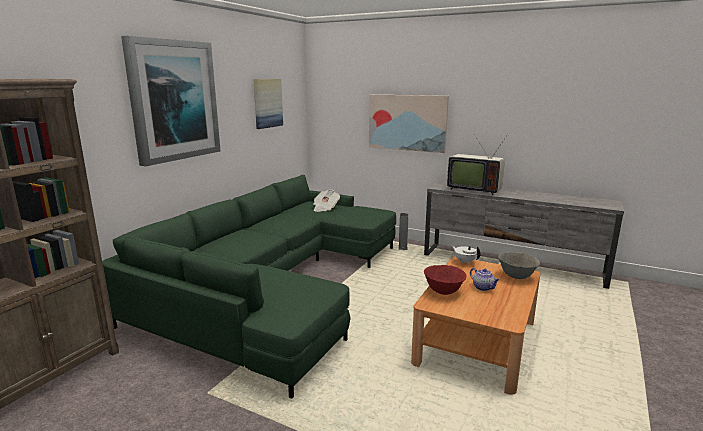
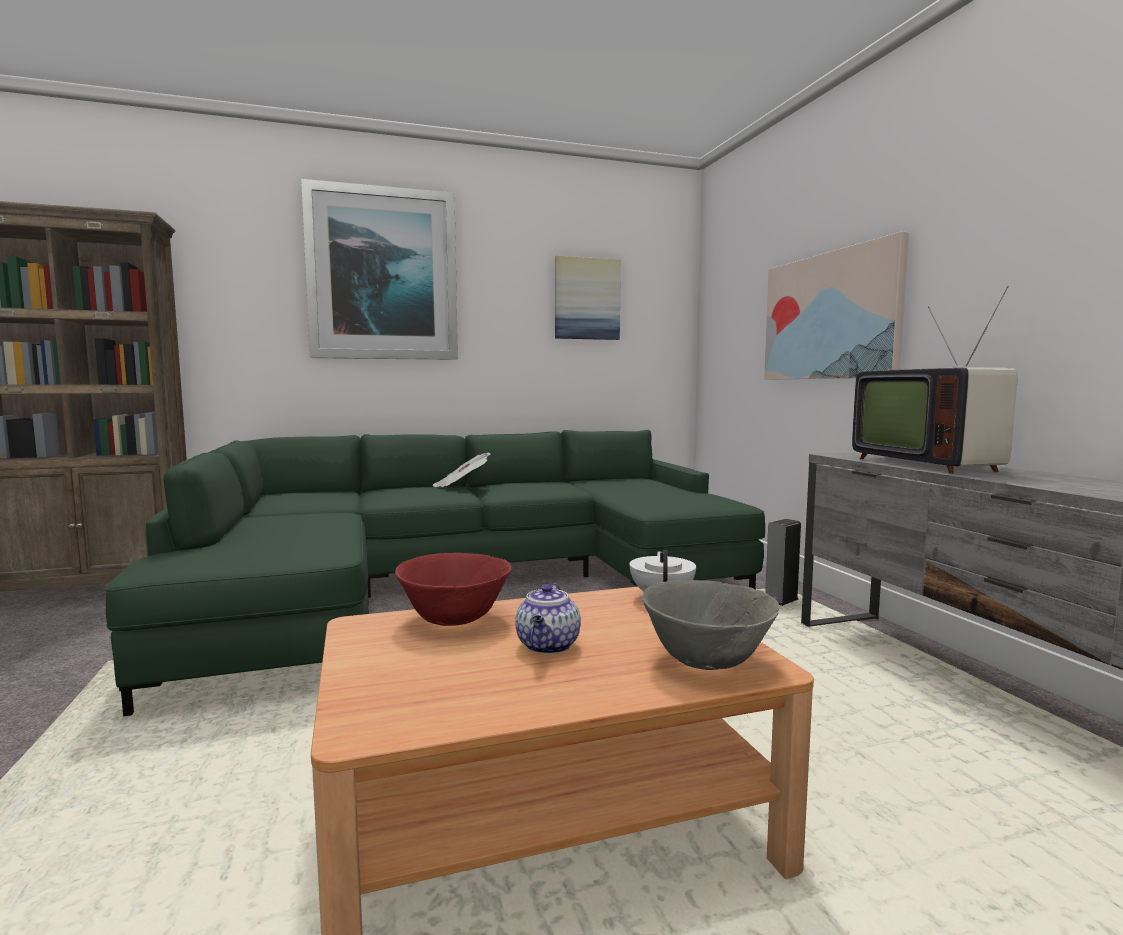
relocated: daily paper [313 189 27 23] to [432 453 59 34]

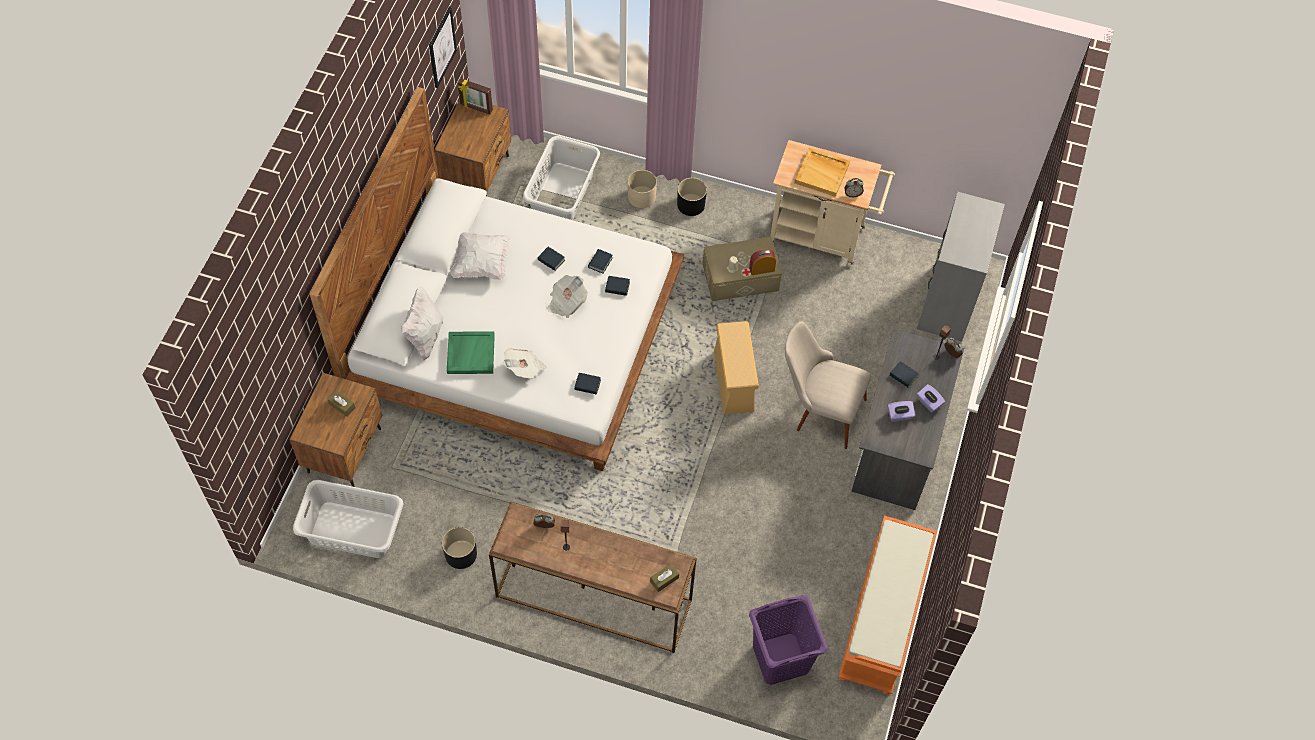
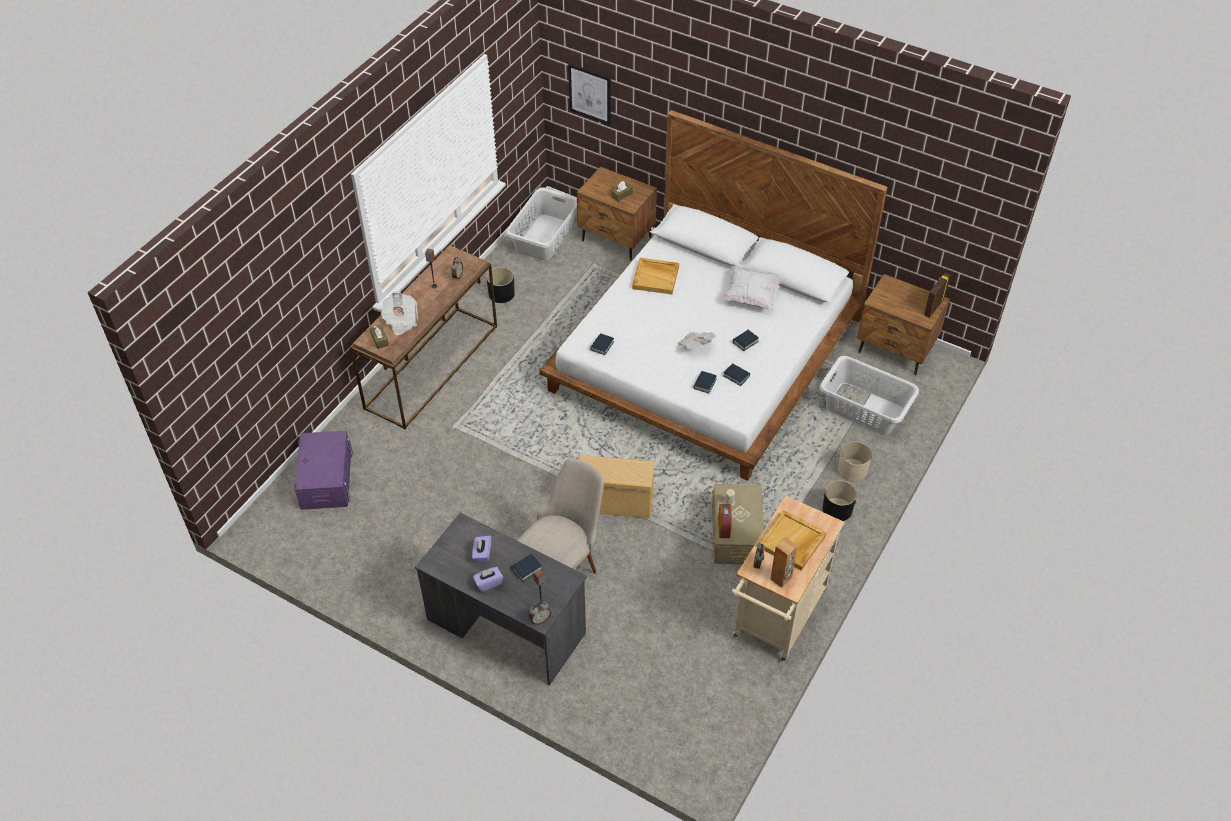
missing: white-coloured throw pillow [401 286 42 75]; orange-coloured indoor bench [838 515 99 180]; grey chest of drawers [917 192 88 150]
appeared: brown loudspeaker [771 537 27 51]
relocated: daily paper [503 348 43 31] to [381 291 37 44]; wall art [429 7 28 81] to [568 63 43 62]
exchanged: purple-coloured hamper [749 595 79 90] to purple-coloured storage container [294 431 59 79]
colour: green carrying tray [447 331 48 43] to beige-coloured carrying tray [632 258 47 37]

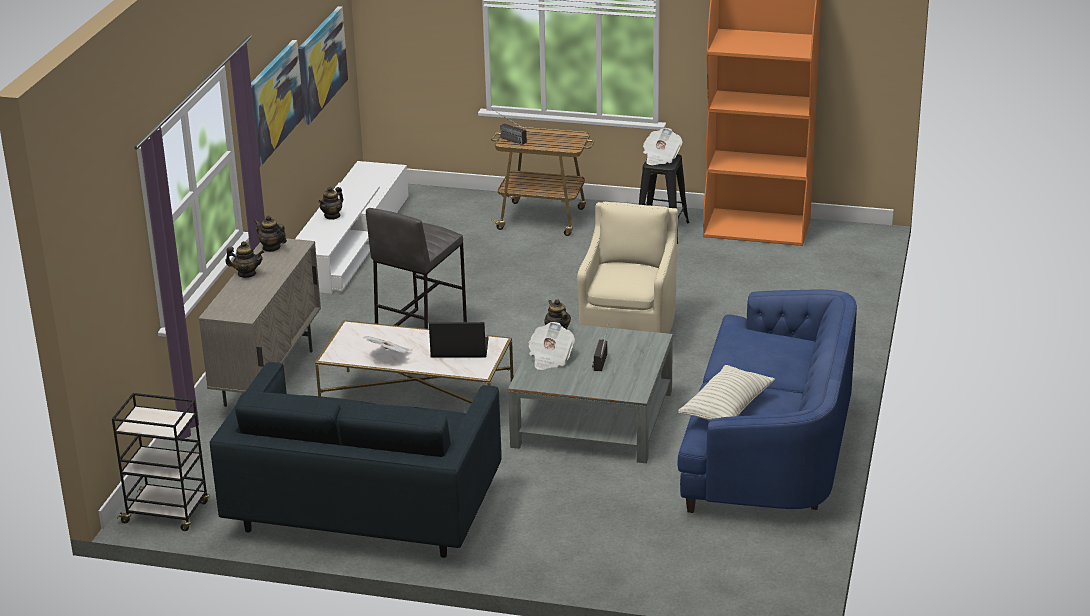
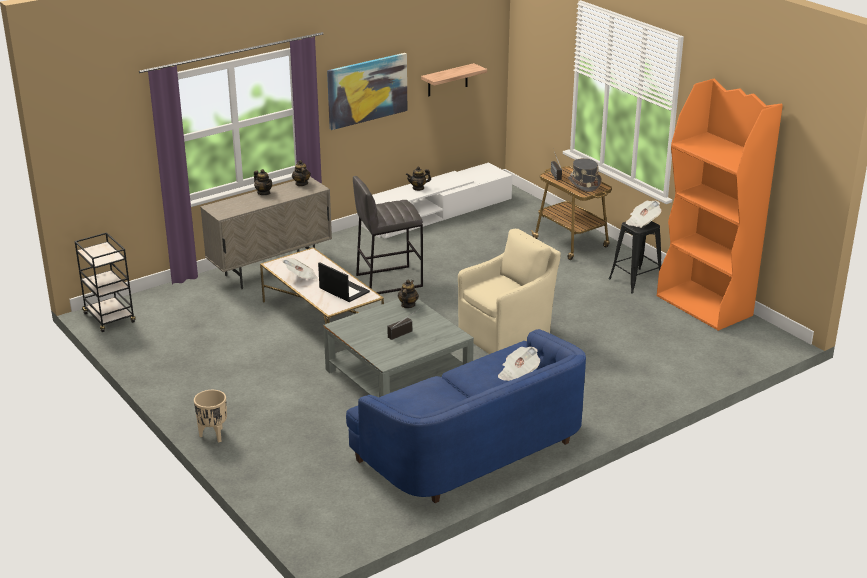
missing: blue settee [210 362 292 196]; throw pillow [678 365 97 56]
appeared: beige-coloured planter [194 390 33 53]; grey clothing hat [568 158 34 34]
relocated: daily paper [528 322 47 48] to [498 347 42 34]
exchanged: wall art [298 6 50 119] to bracket shelf [421 63 66 33]

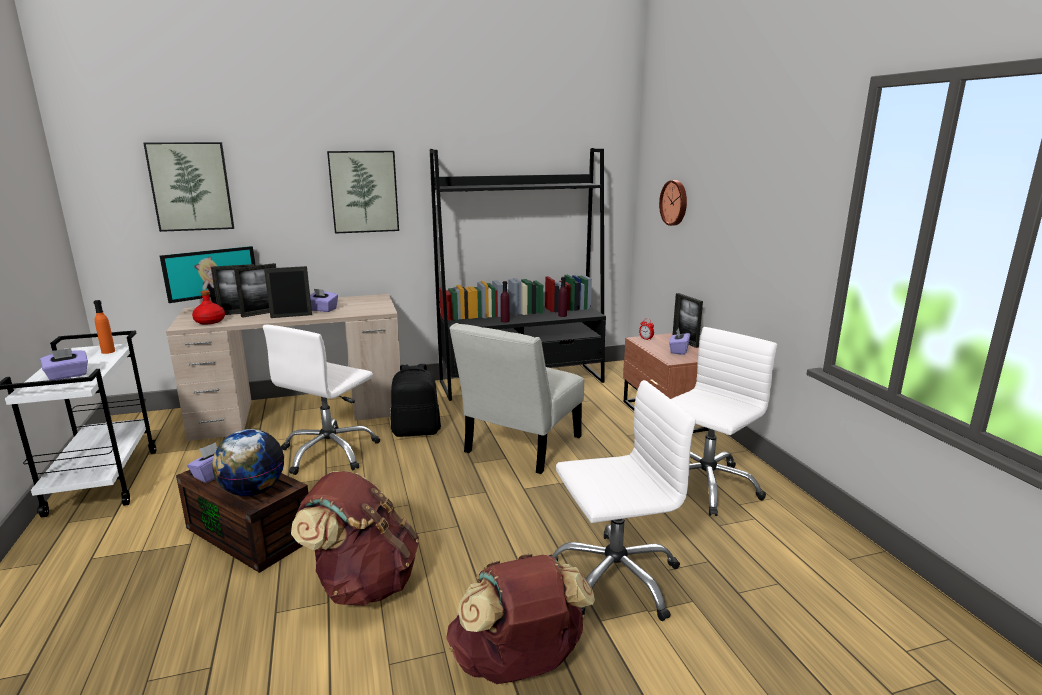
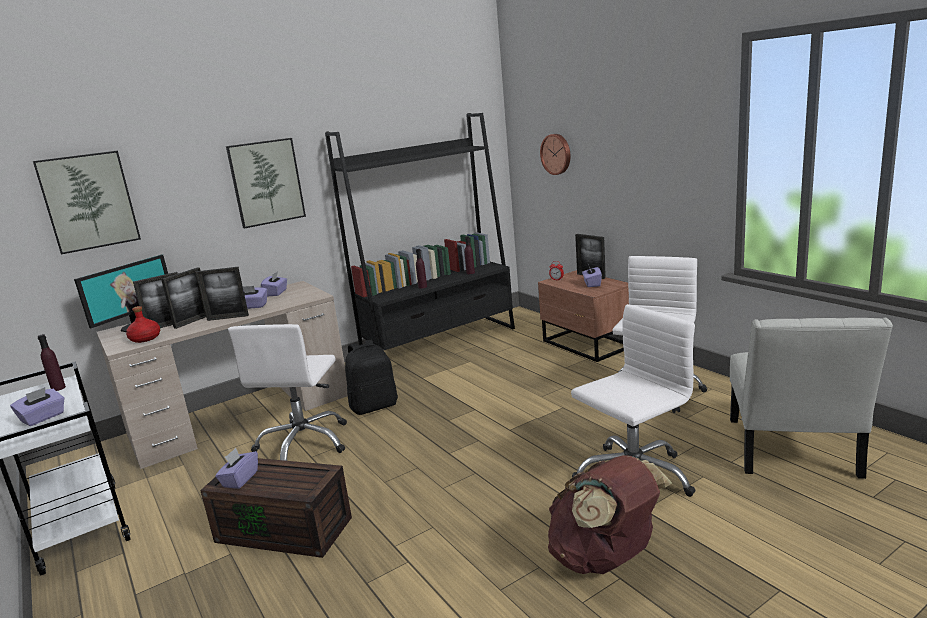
missing: globe [212 429 72 67]; brown rucksack [291 471 128 135]
appeared: purple-coloured tissue holder [261 271 26 25]
relocated: white-coloured chair [449 323 135 151] to [730 318 163 161]
colour: orange-coloured drink bottle [94 300 21 54] to purple-coloured drink bottle [38 334 28 57]
spun: picture frame [264 266 48 52] = [196 267 53 54] 150 degrees counterclockwise

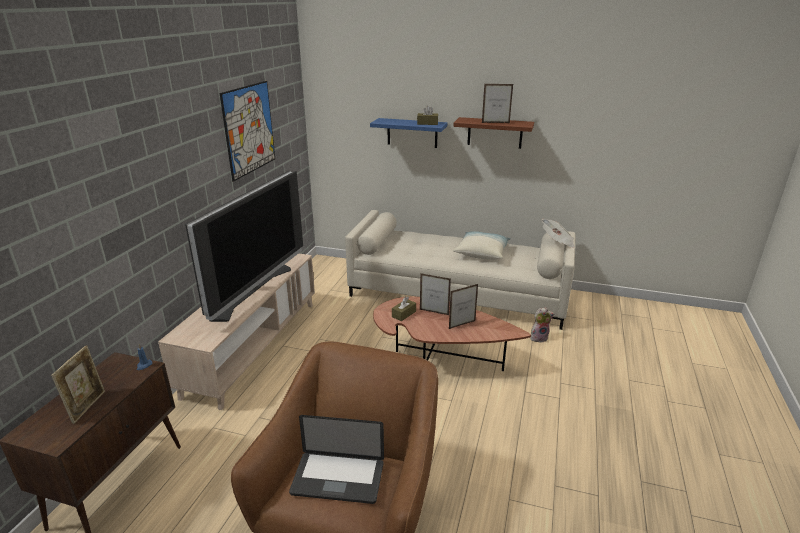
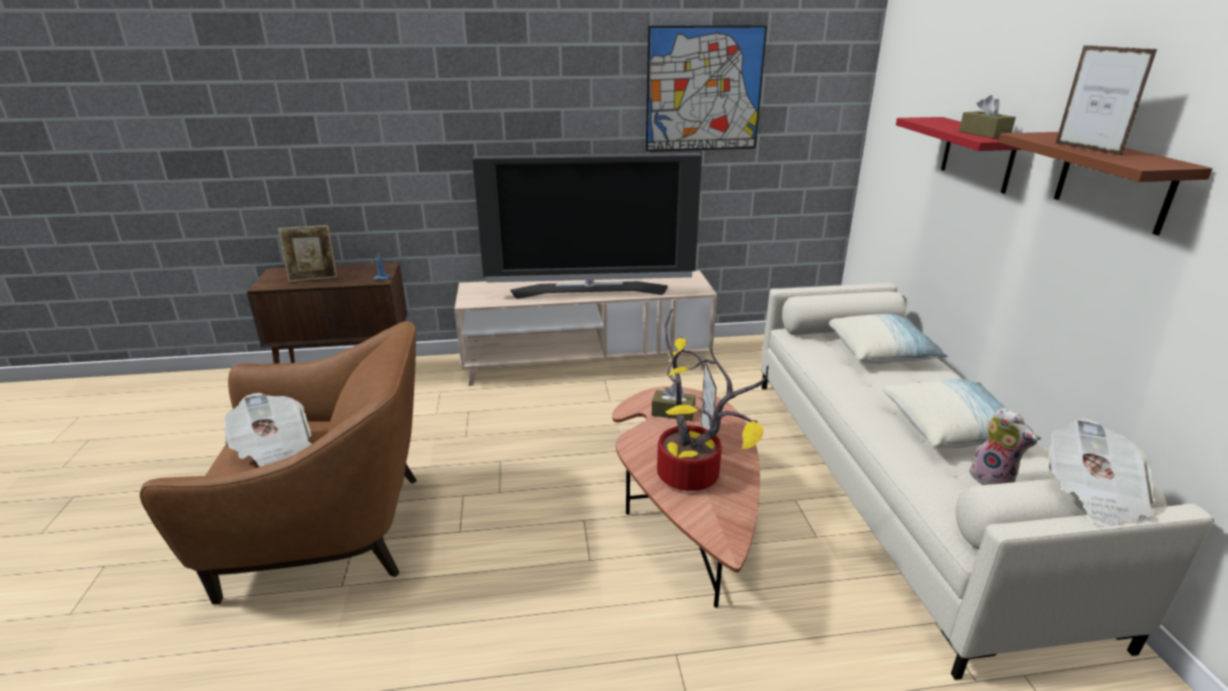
appeared: throw pillow [829 314 119 50]
relocated: cuddly toy [530 307 24 36] to [967 407 71 78]
exchanged: portable computer [289 415 95 89] to daily paper [224 393 88 74]; picture frame [449 284 29 45] to potted plant [657 309 112 182]
colour: blue bracket shelf [370 118 77 30] to red-coloured bracket shelf [896 117 127 77]

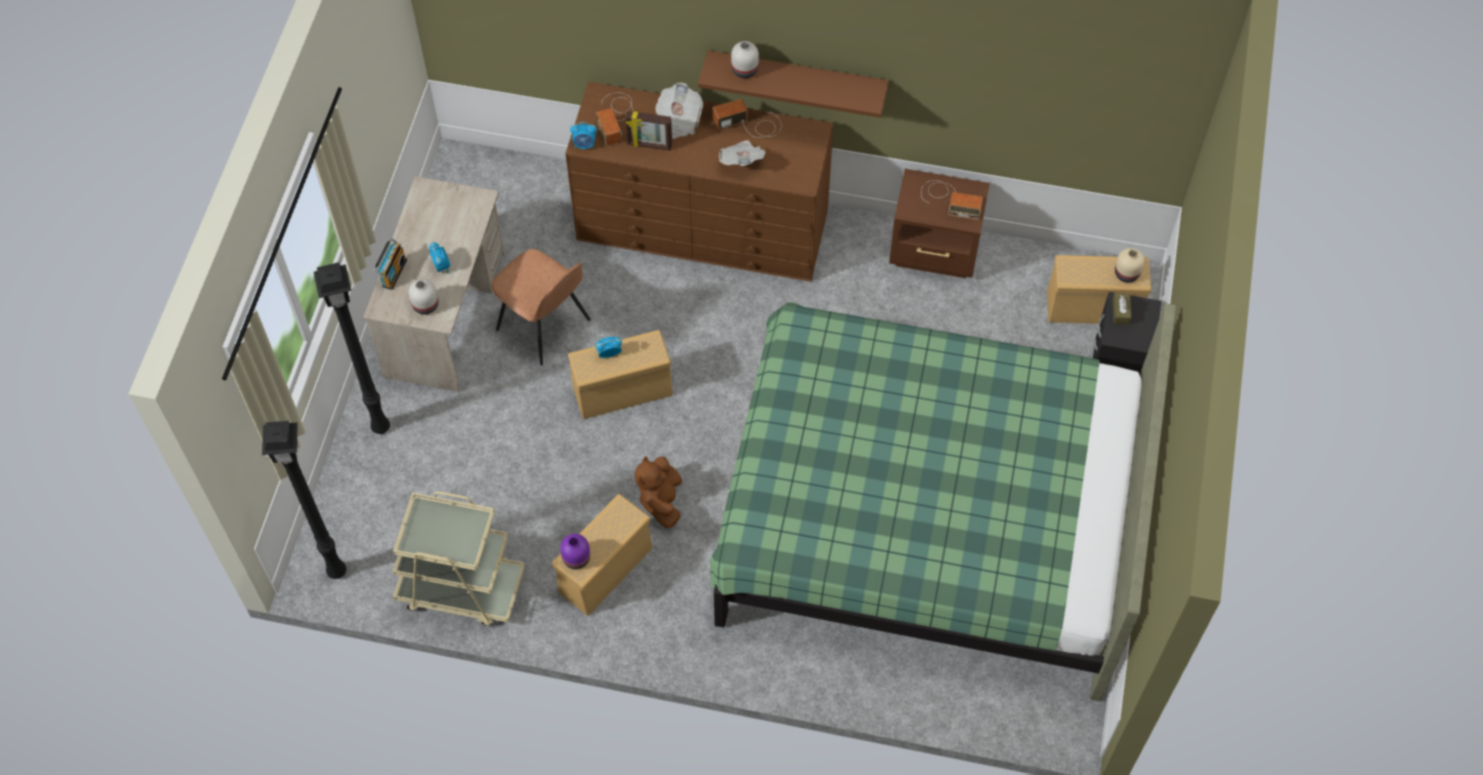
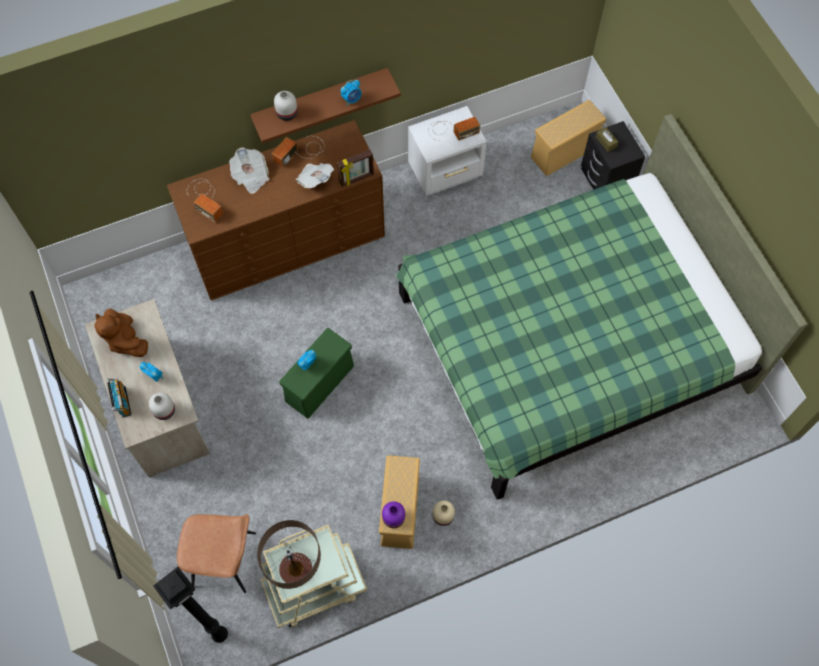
missing: black floor lamp [314 262 76 172]
appeared: table lamp [257 520 64 69]
relocated: brown cuddly toy [635 456 47 72] to [94 308 54 49]; brown chair [491 249 100 116] to [177 514 79 79]; picture frame [625 111 47 40] to [337 150 37 37]; alarm clock [570 122 27 27] to [341 80 21 25]; beige-coloured decorative vase [1115 248 29 35] to [433 500 22 26]
colour: beige-coloured storage container [568 330 105 89] to green storage container [279 328 75 91]; brown bedside table [889 169 101 109] to white-coloured bedside table [408 106 79 90]

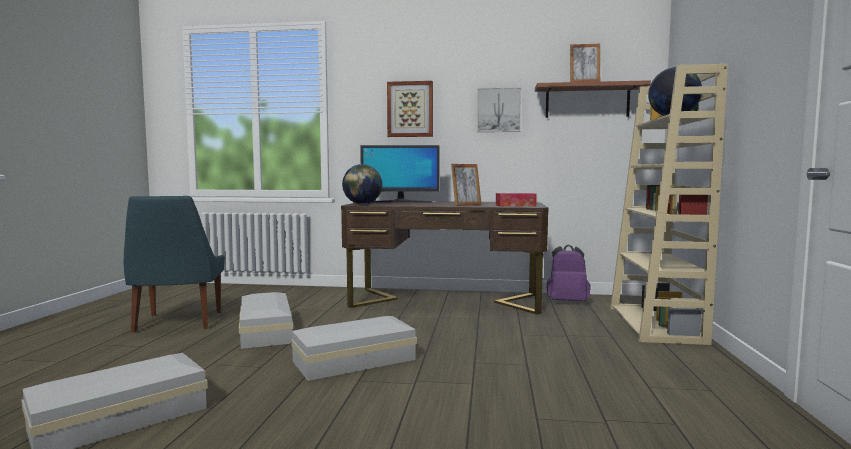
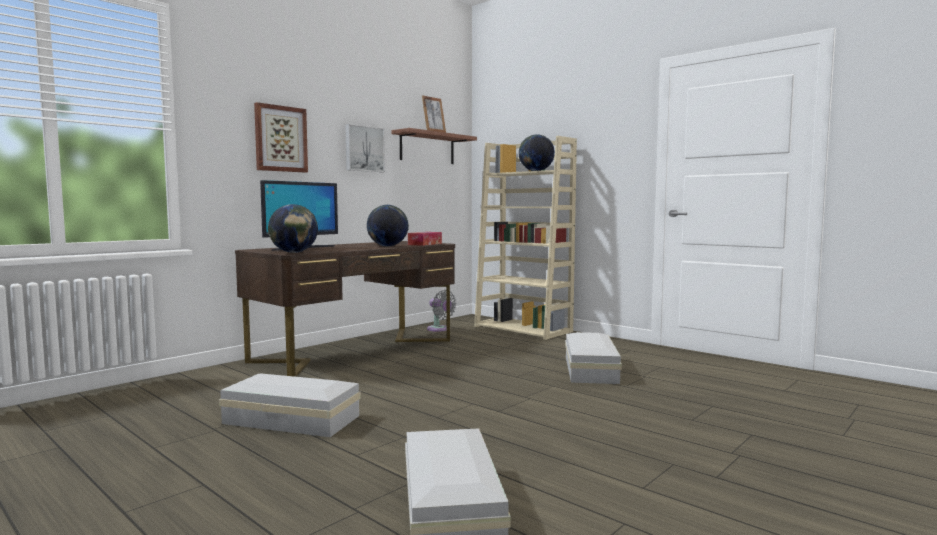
missing: blue chair [124 196 101 137]
relocated: white-coloured storage container [291 316 126 65] to [565 332 57 52]
exchanged: picture frame [451 164 31 42] to globe [367 205 42 42]; purple-coloured rucksack [547 244 43 57] to grey cooling fan [427 290 29 42]

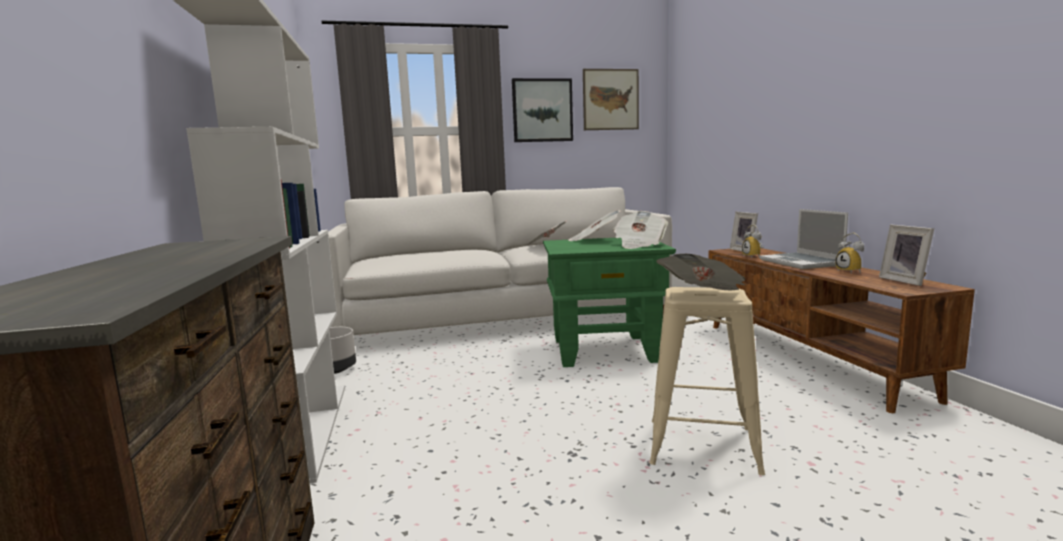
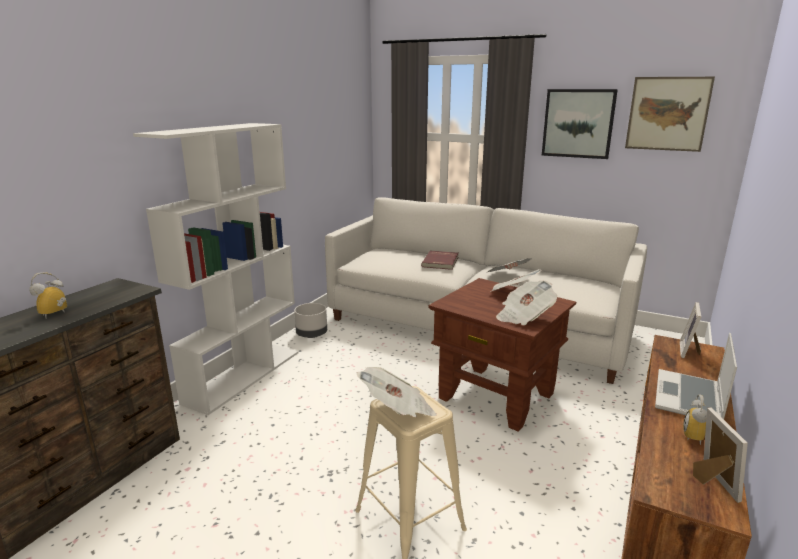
appeared: red-coloured volume [421 251 37 19]
relocated: alarm clock [742 224 21 34] to [29 272 38 46]
colour: green accent table [543 238 133 129] to brown accent table [428 278 148 154]
spun: picture frame [879 224 55 62] = [693 407 55 96] 150 degrees clockwise

